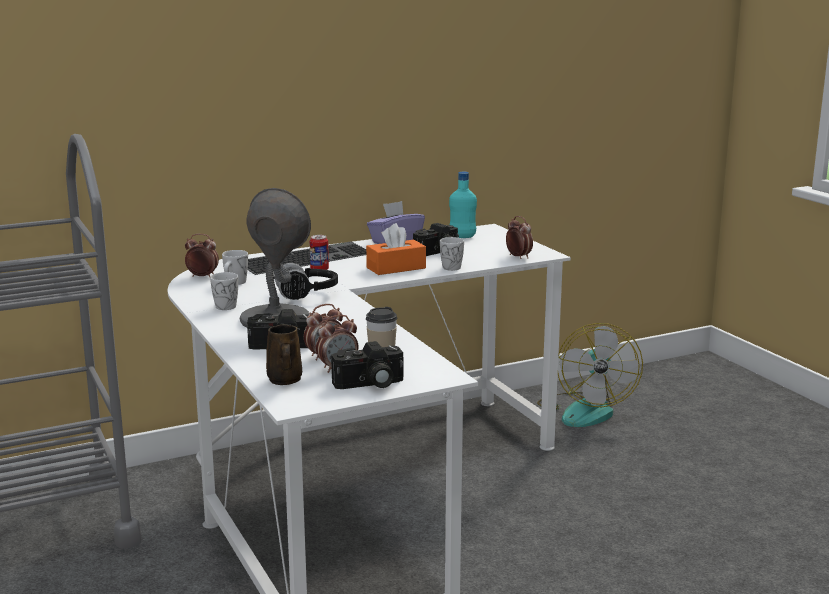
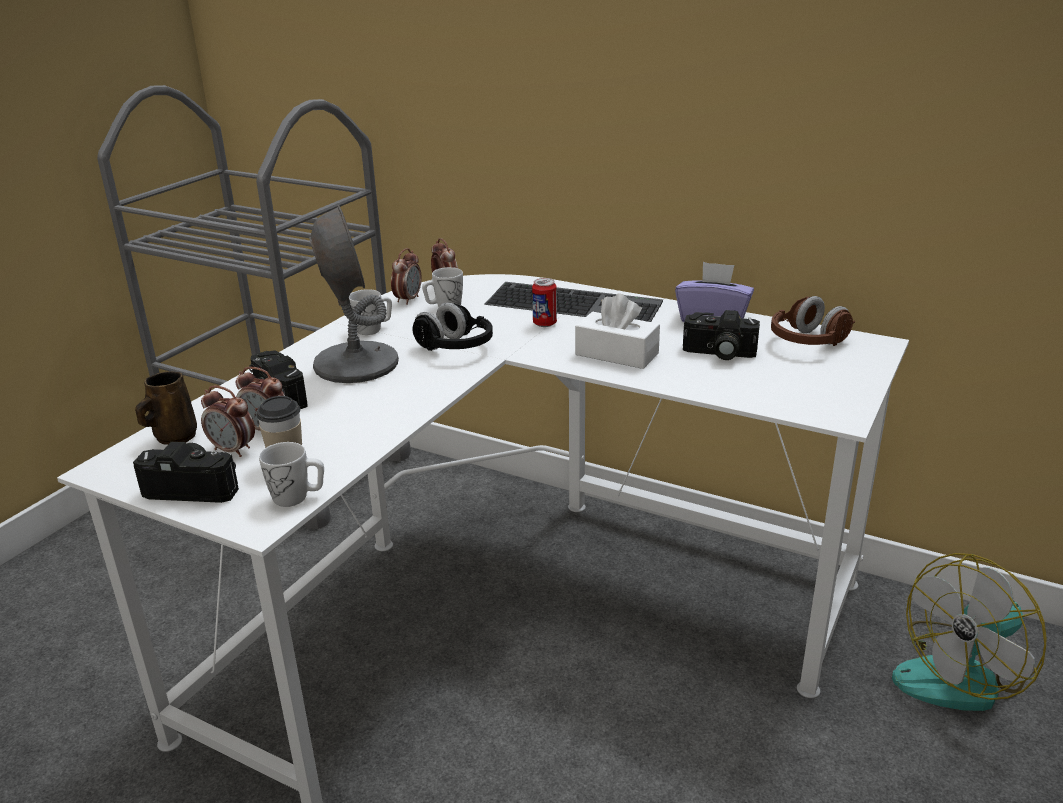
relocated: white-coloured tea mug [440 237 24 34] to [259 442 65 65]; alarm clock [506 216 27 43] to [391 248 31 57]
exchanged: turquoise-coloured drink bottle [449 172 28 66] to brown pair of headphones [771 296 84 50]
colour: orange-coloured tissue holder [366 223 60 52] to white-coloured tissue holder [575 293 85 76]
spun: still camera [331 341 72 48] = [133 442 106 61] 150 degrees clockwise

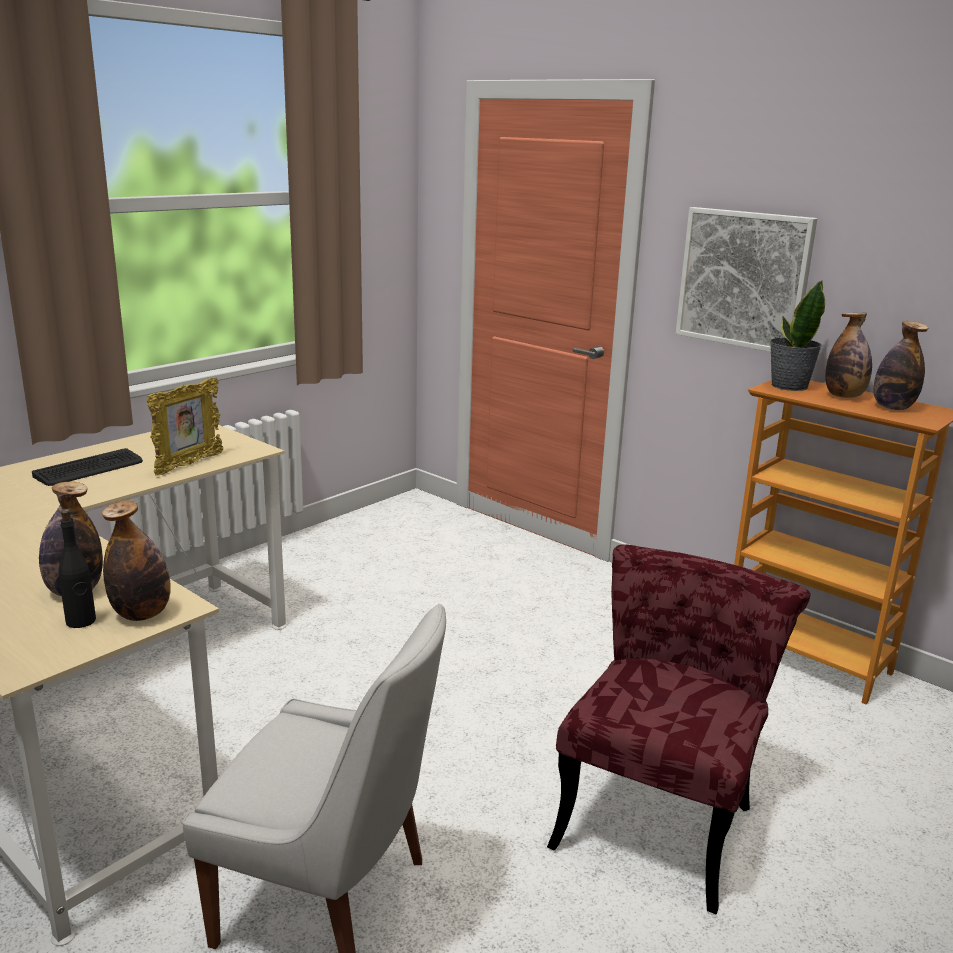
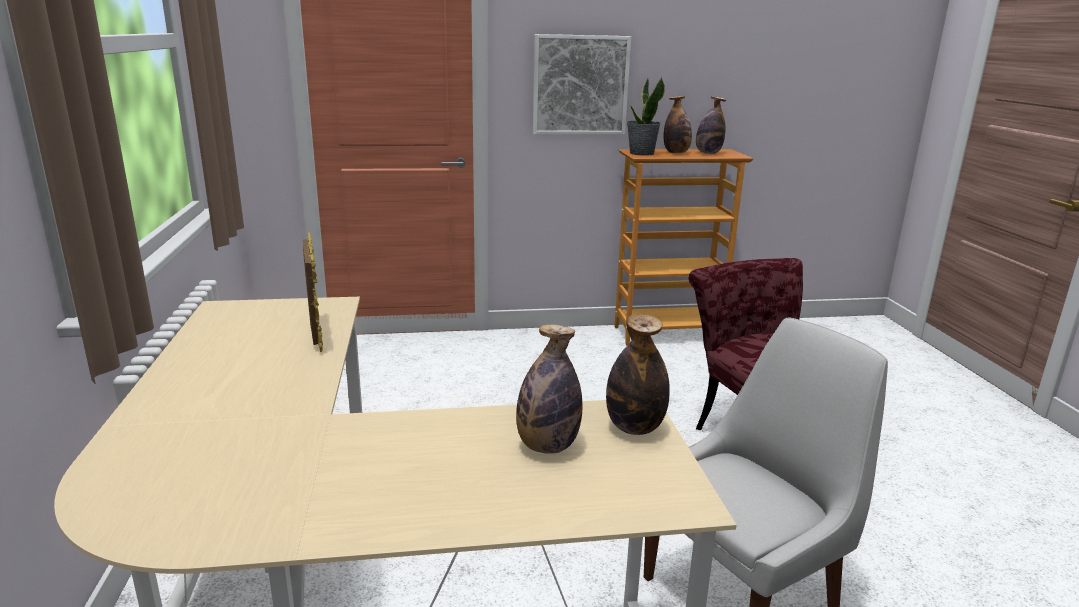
missing: keyboard [32 448 111 38]; black drink bottle [58 509 38 119]

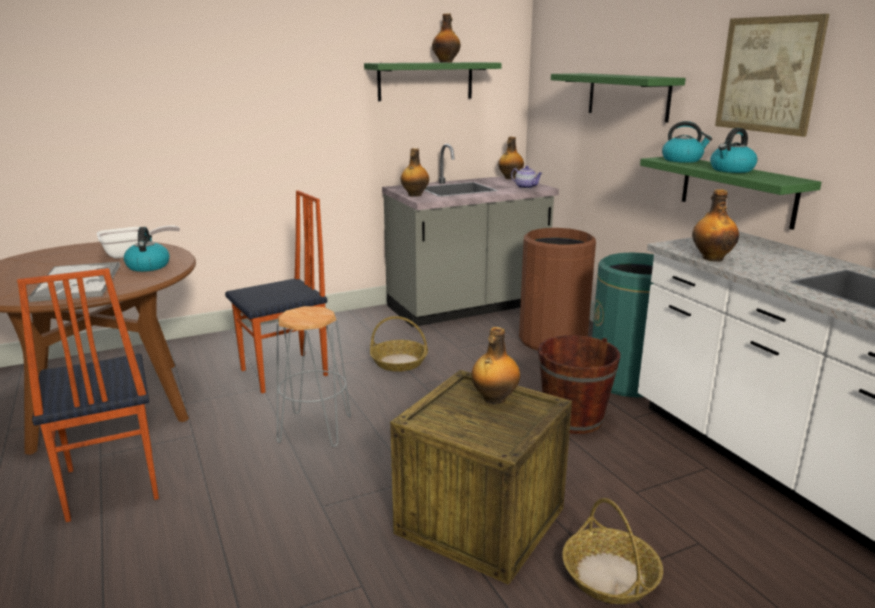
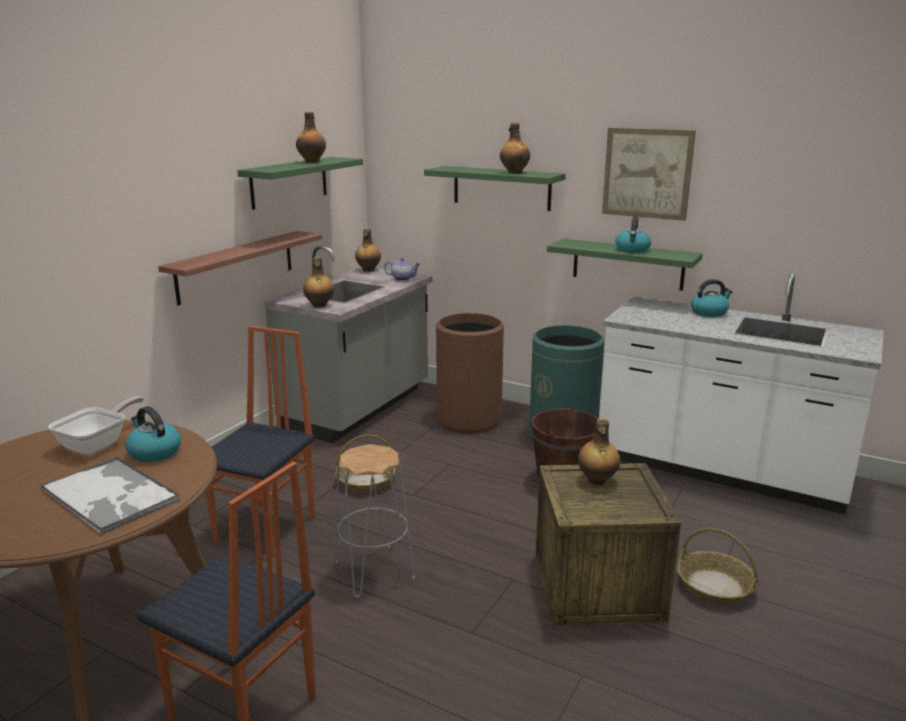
appeared: bracket shelf [158 231 164 75]
relocated: drink bottle [692 189 47 73] to [500 123 30 51]; water kettle [662 121 50 42] to [691 279 42 38]

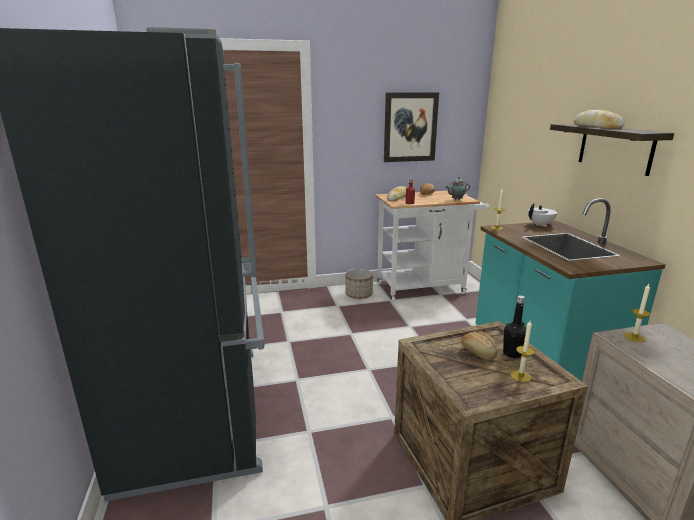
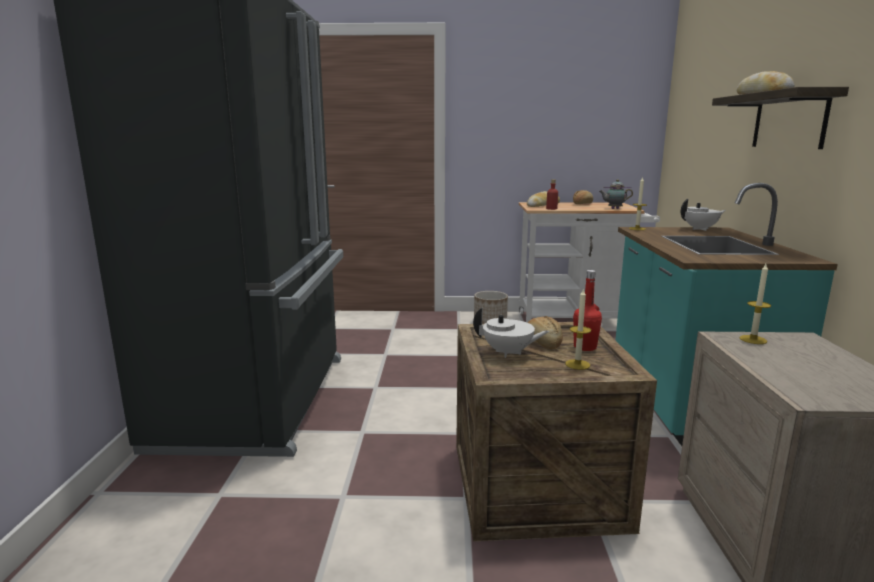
missing: wall art [384 93 55 69]
appeared: white-coloured tea pot [473 308 77 50]
colour: black drink bottle [503 295 23 63] to red-coloured drink bottle [573 270 29 81]

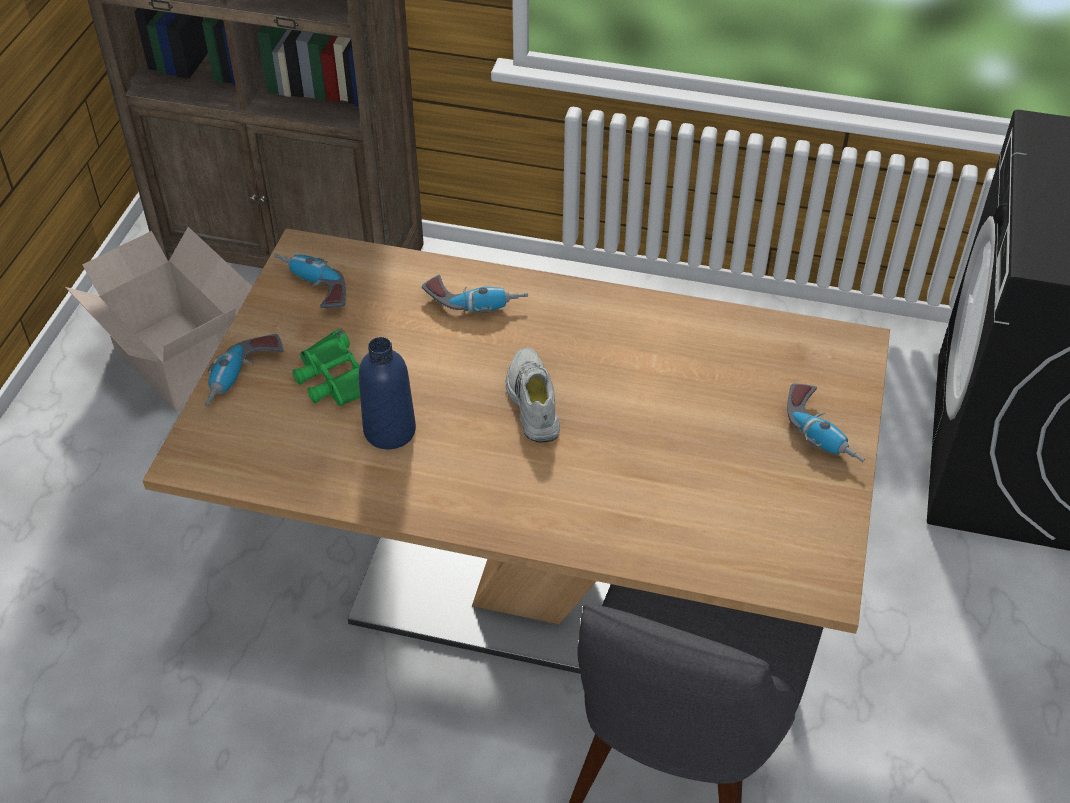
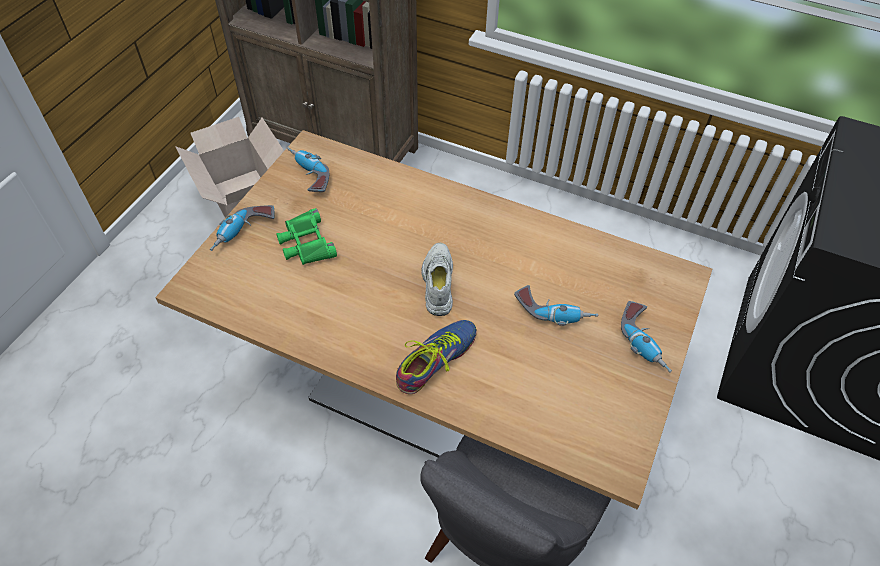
missing: blue drink bottle [359 337 57 112]
appeared: item of footwear [396 320 81 74]
relocated: electric drill [422 275 106 38] to [514 285 84 41]

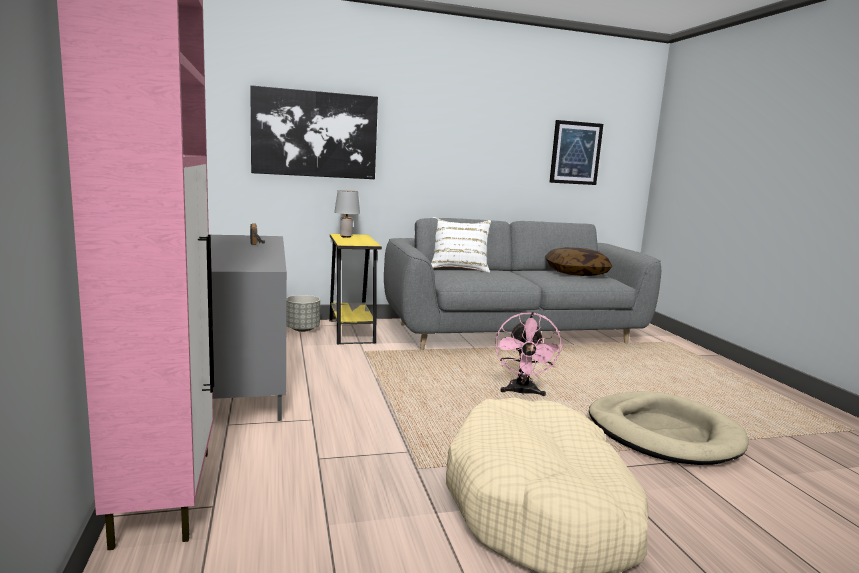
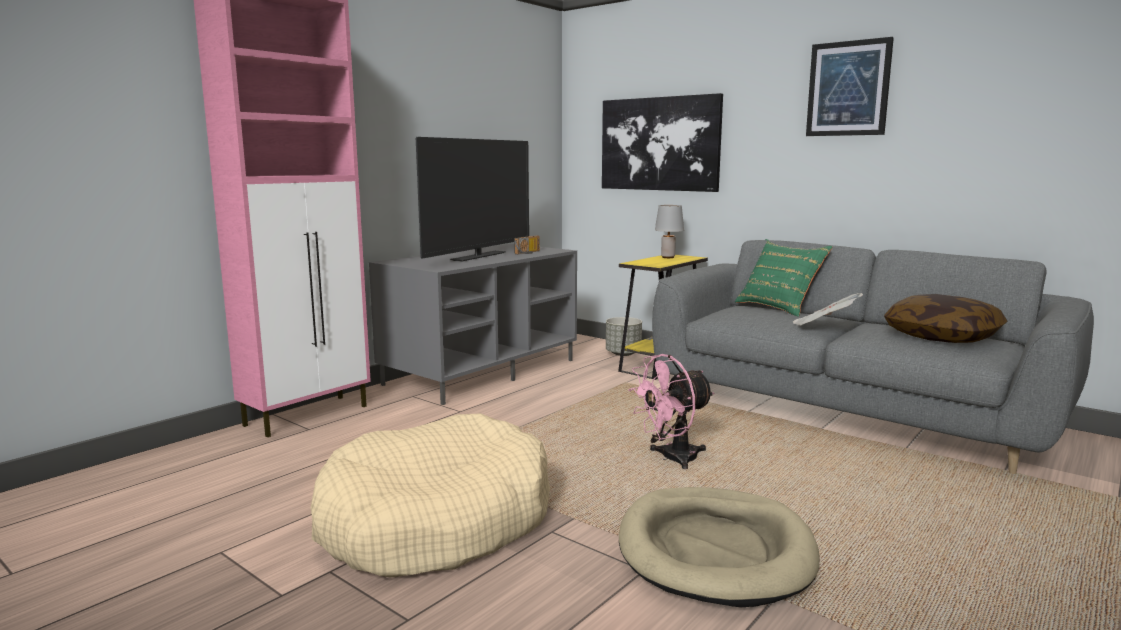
appeared: television [416 137 113 124]; daily paper [793 293 70 33]
relocated: wall art [549 120 54 65] to [806 37 88 99]
colour: white-coloured throw pillow [431 217 60 55] to green throw pillow [735 239 98 78]

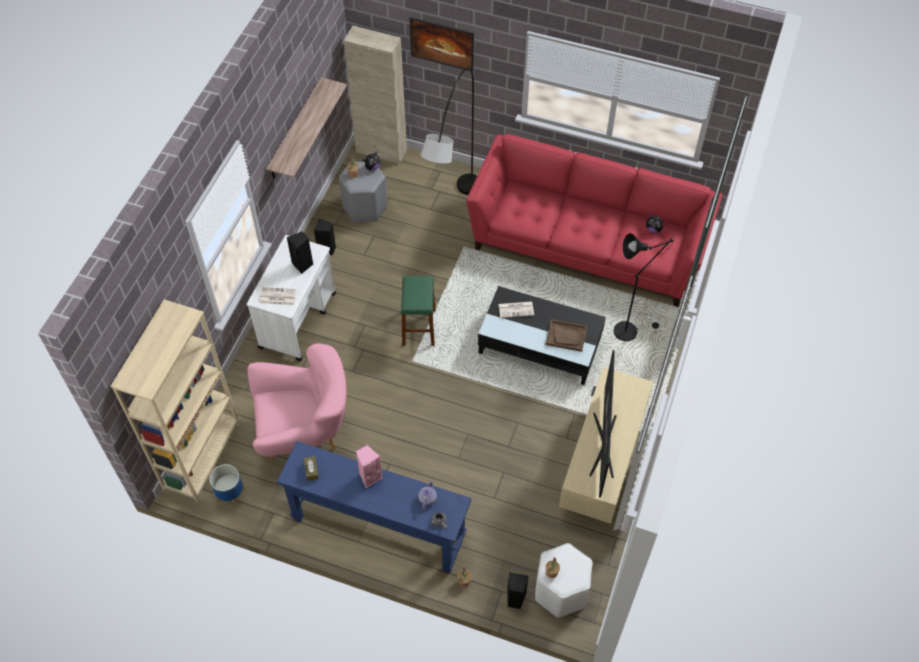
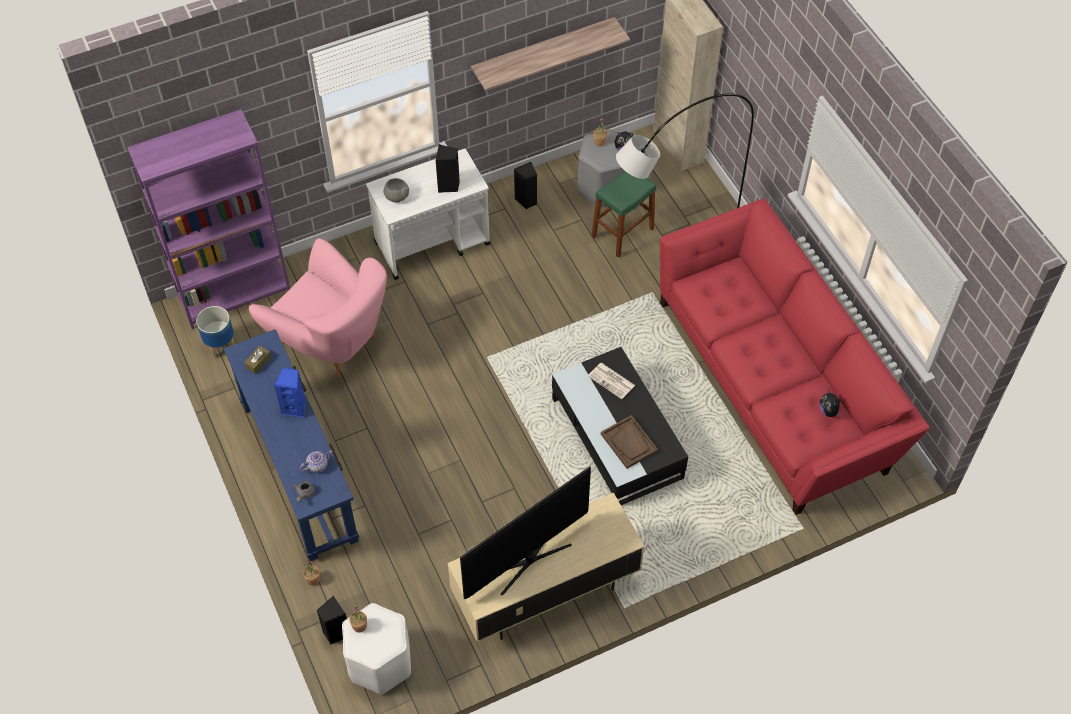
missing: wall art [409 17 65 54]; black floor lamp [614 233 59 108]
relocated: green stool seat [401 276 35 70] to [592 171 64 87]
exchanged: daily paper [259 287 38 18] to grey bowl [384 178 25 25]
colour: beige-coloured bookcase [111 299 129 203] to purple-coloured bookcase [127 109 163 220]; pinkish loudspeaker [356 445 27 43] to blue loudspeaker [274 368 31 49]

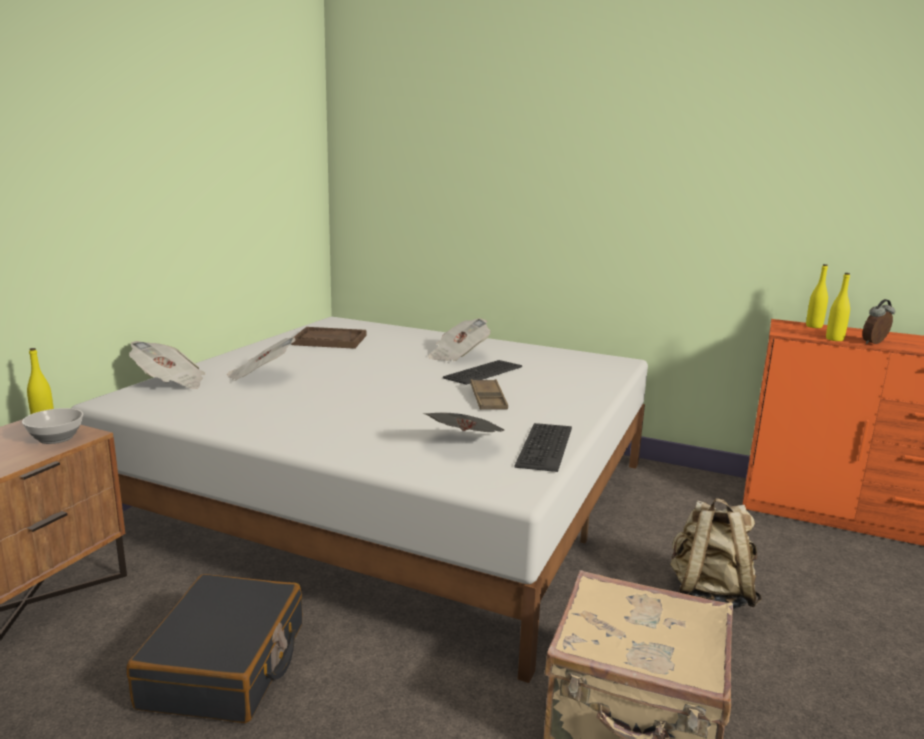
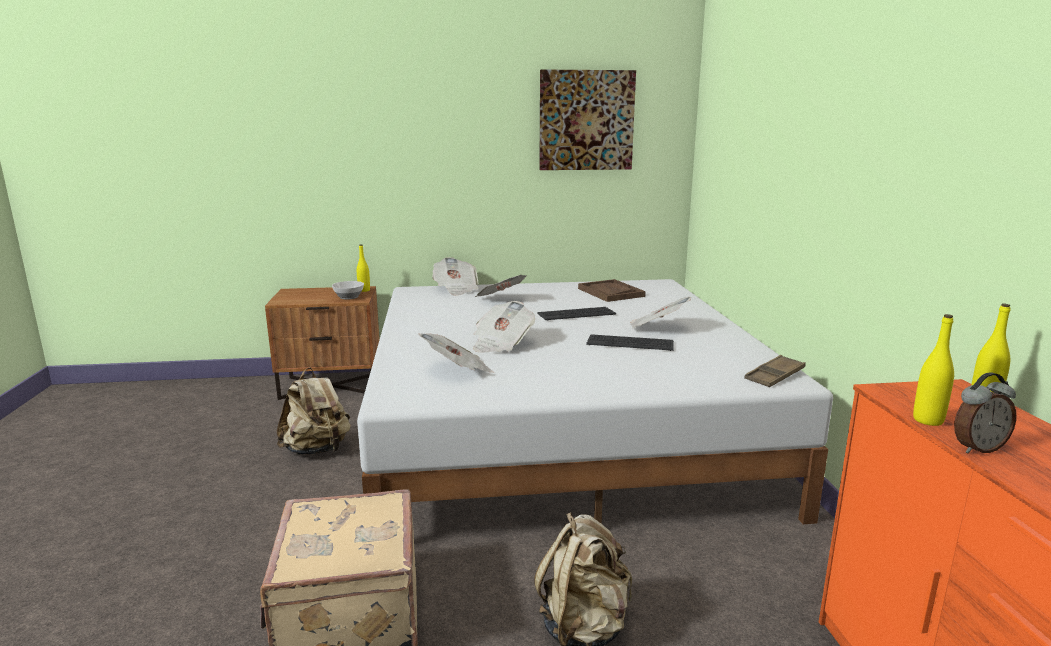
appeared: daily paper [473 301 62 52]; wall art [539 69 97 101]
relocated: keyboard [514 423 58 49] to [538 307 78 14]; brown carrying tray [470 379 38 31] to [744 355 62 32]
exchanged: black piece of luggage [127 574 175 149] to beige-coloured rucksack [277 367 74 88]
spun: alarm clock [862 299 33 45] = [954 372 62 81] 135 degrees clockwise

